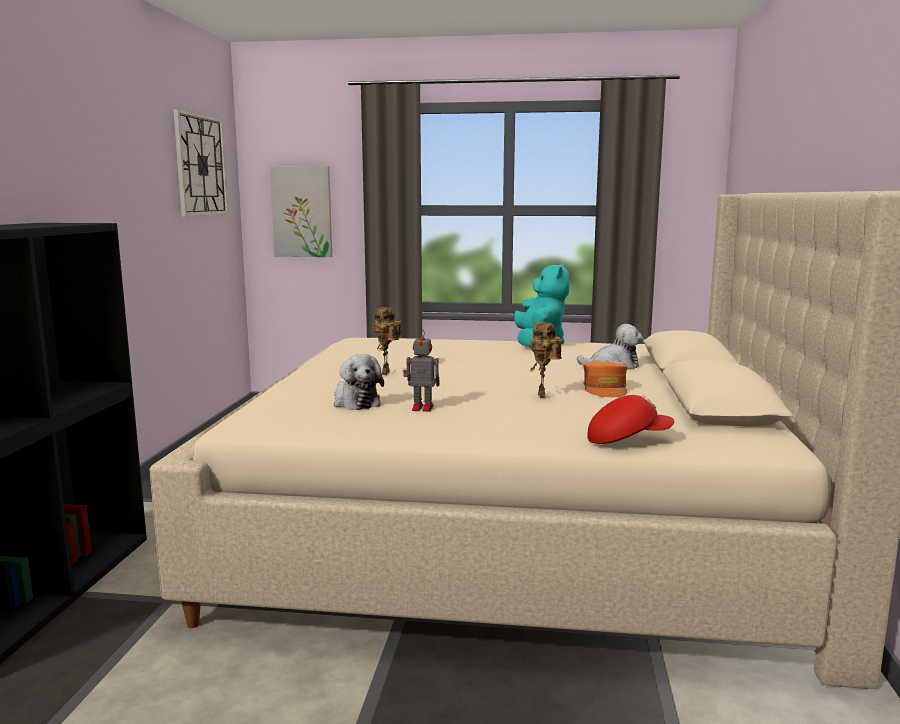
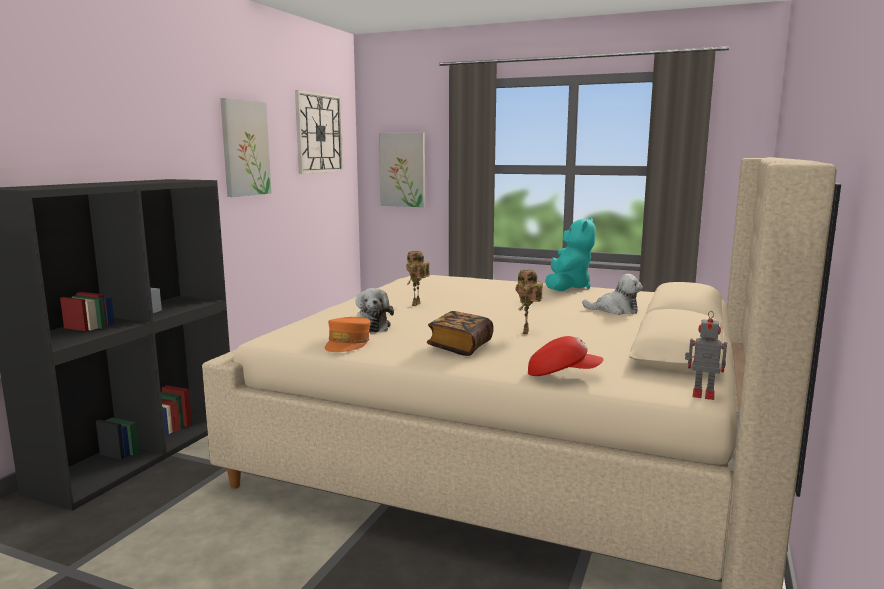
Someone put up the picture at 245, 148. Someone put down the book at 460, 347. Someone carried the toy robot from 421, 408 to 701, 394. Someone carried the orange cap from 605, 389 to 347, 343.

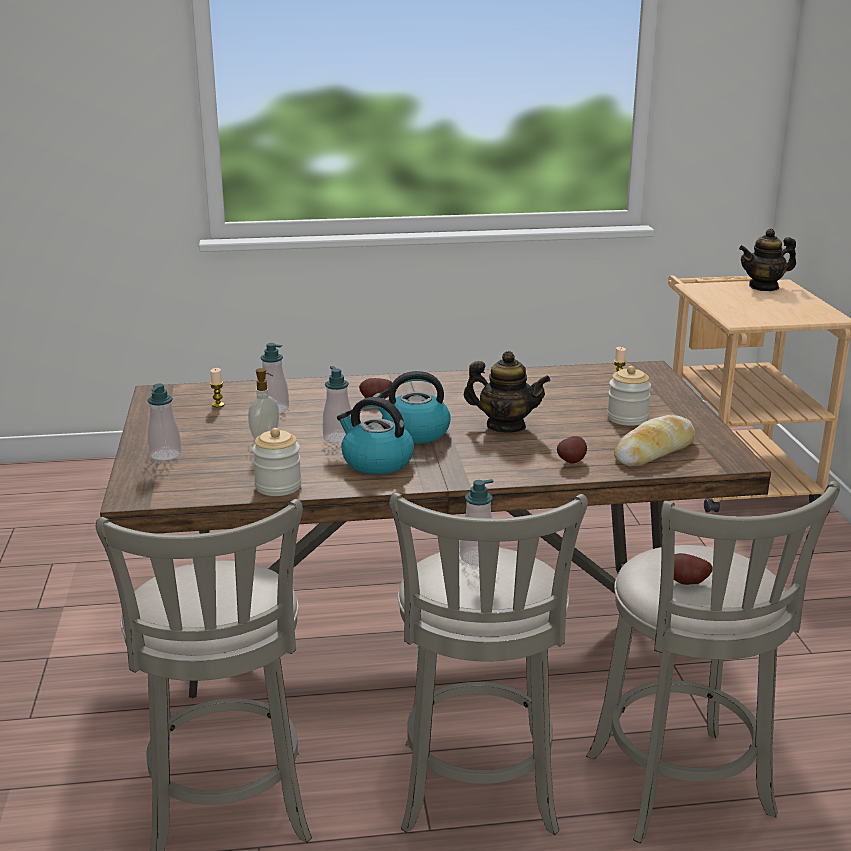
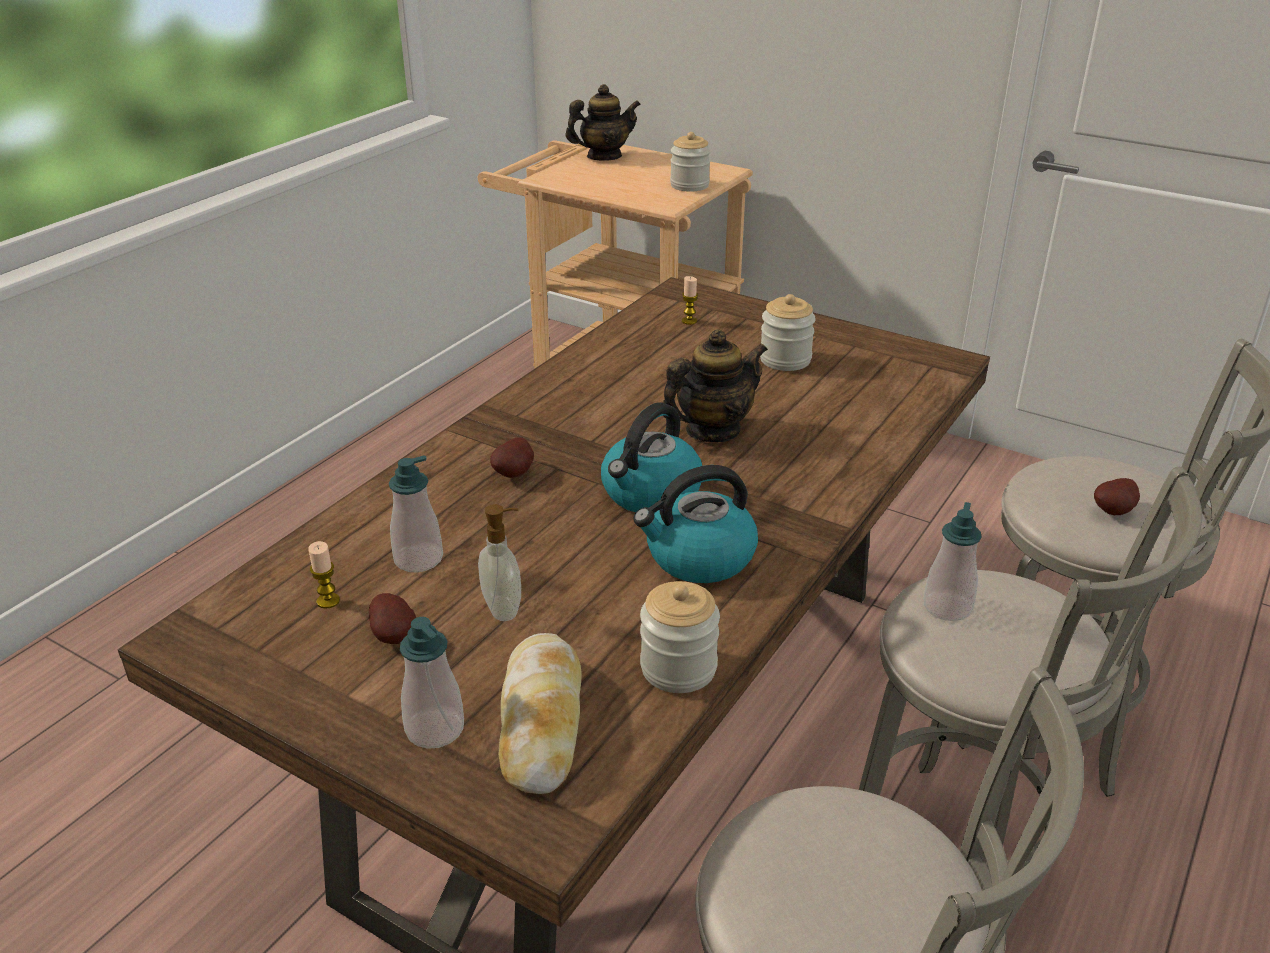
Someone took away the soap dispenser at 338, 437. Someone put down the jar at 689, 185. Someone carried the potato from 573, 462 to 395, 636. Someone carried the bread from 654, 451 to 541, 722. Someone rotated the teapot at 764, 287 by 135 degrees counterclockwise.

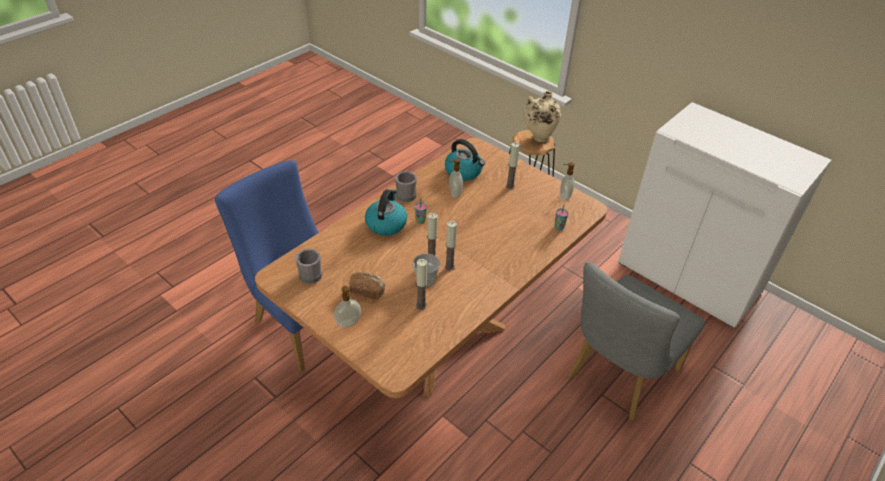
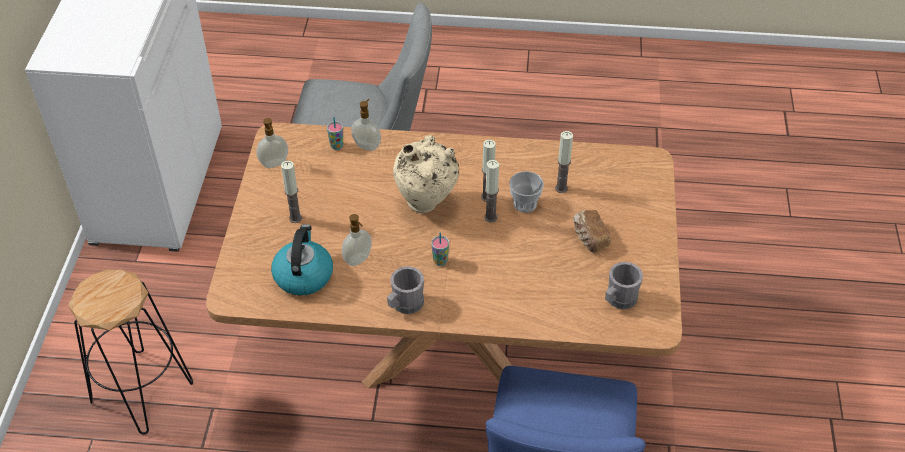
Someone took away the kettle at 386, 223. Someone carried the soap dispenser from 349, 323 to 367, 145. Someone carried the beige vase from 538, 138 to 426, 205.

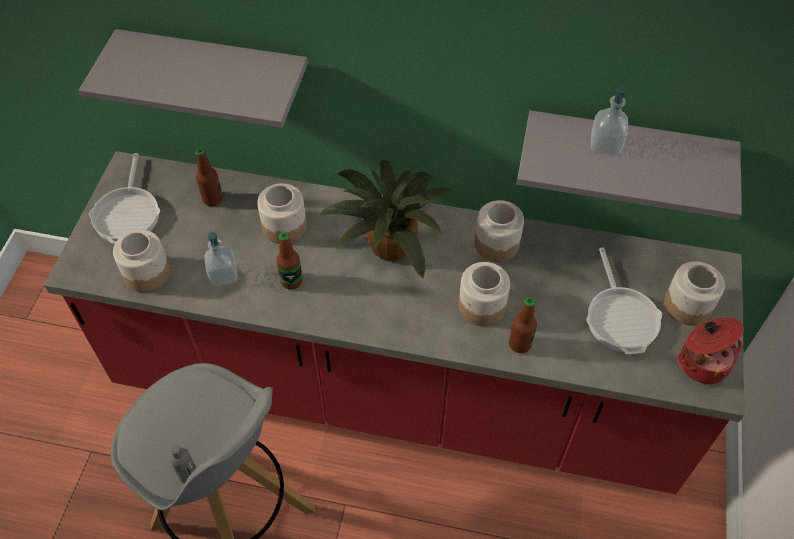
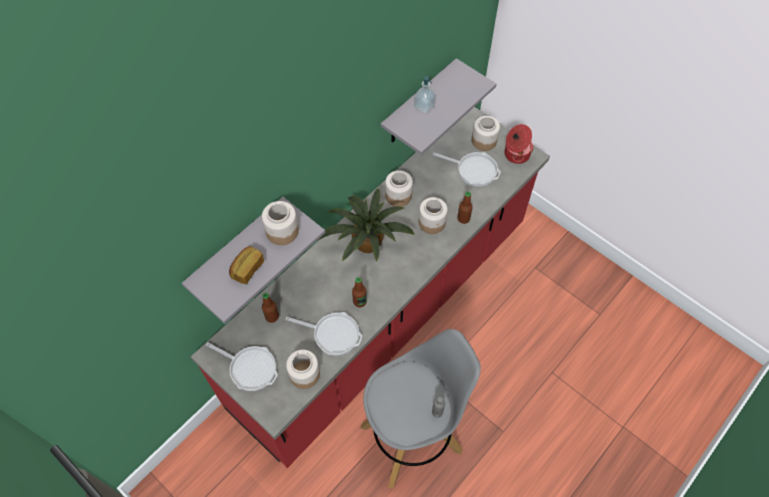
Someone put down the bread at 247, 269. Someone carried the jar from 284, 226 to 282, 231. Someone swapped the soap dispenser at 223, 275 for the frying pan at 333, 334.

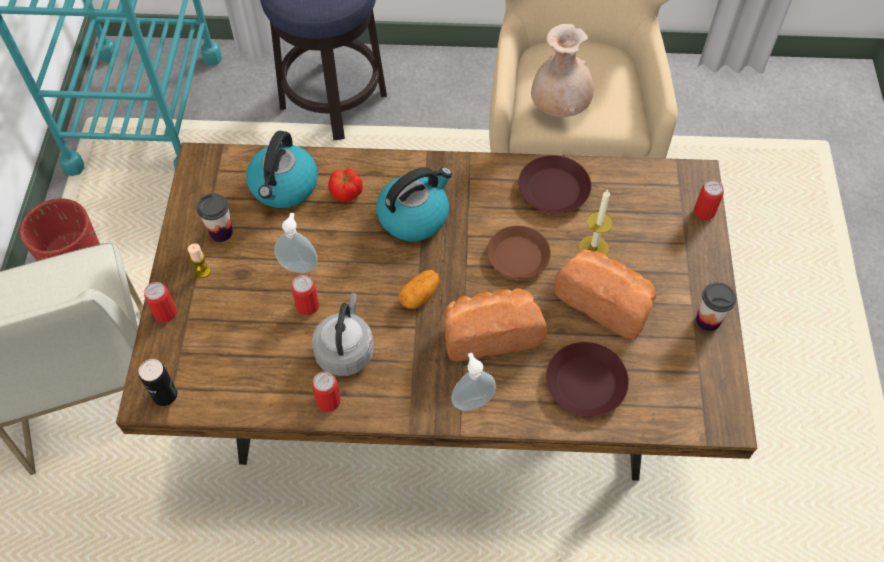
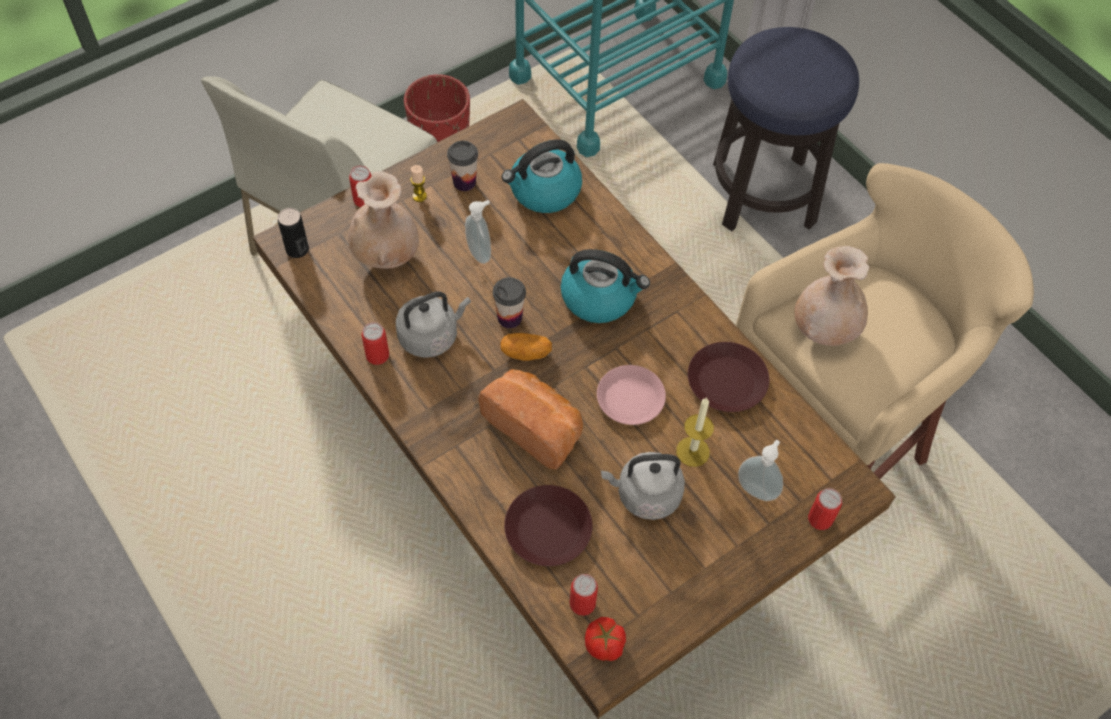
Someone put down the beige vase at 386, 255. Someone carried the can from 307, 306 to 582, 603. Someone carried the tomato from 346, 193 to 604, 645. Someone carried the soap dispenser from 472, 401 to 757, 489. Someone carried the cup from 708, 320 to 509, 318. Someone swapped the bread at 605, 301 for the grey kettle at 645, 495. Someone repainted the brown plate at 517, 256, which became the pink plate at 630, 398.

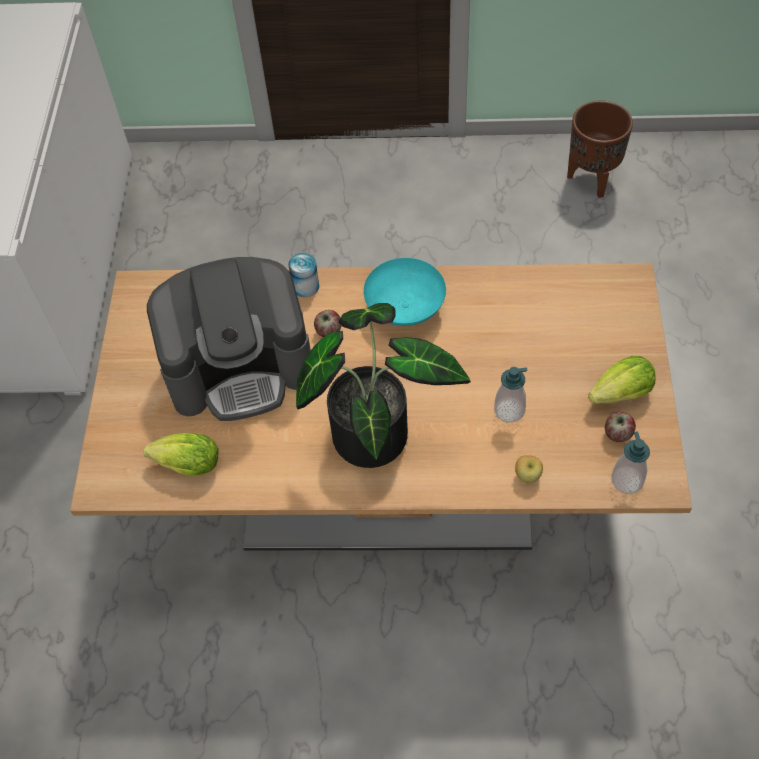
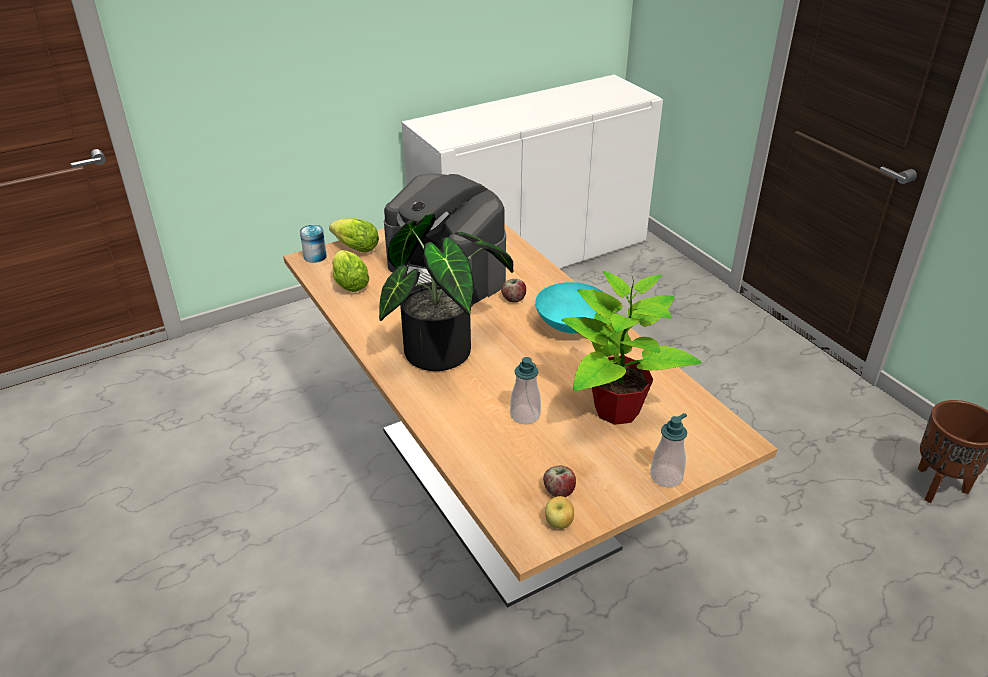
Someone put down the potted plant at 615, 409. Someone carried the can from 305, 286 to 315, 256. Someone carried the apple from 528, 476 to 559, 523. Someone carried the lettuce from 617, 395 to 353, 247. Someone carried the soap dispenser from 627, 480 to 666, 476.

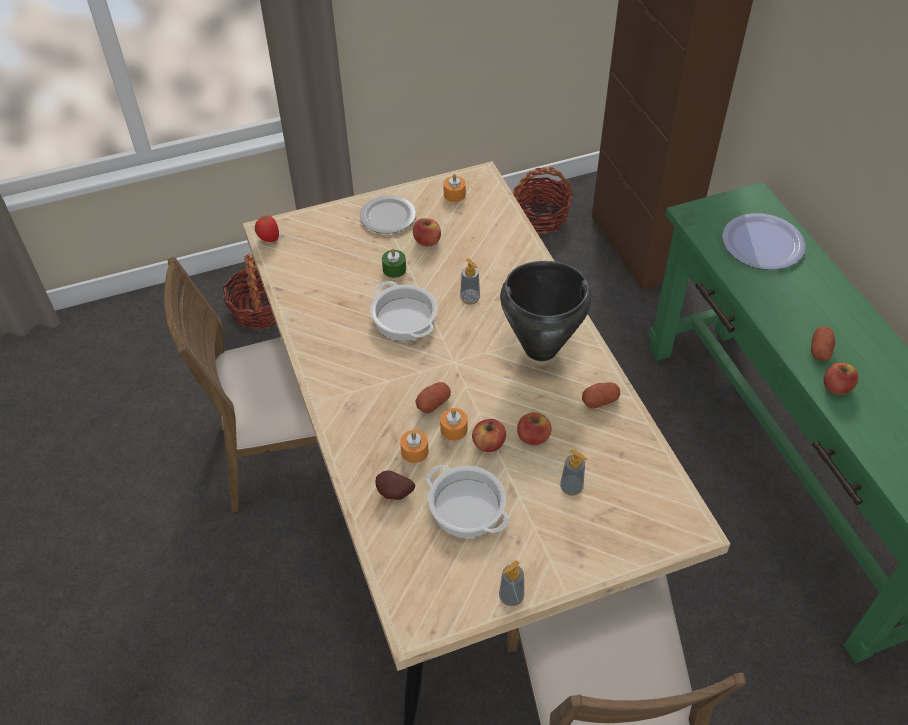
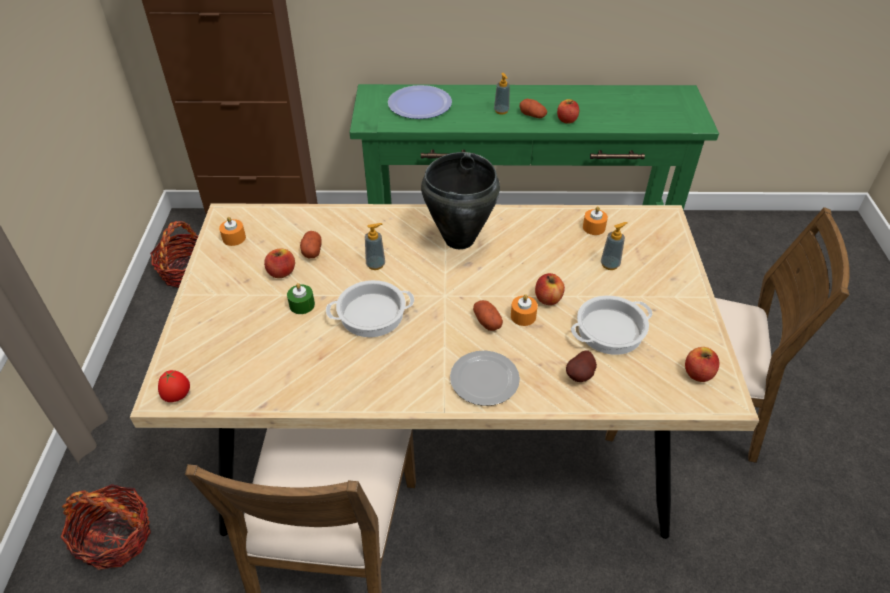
Someone carried the plate from 389, 216 to 484, 379. Someone carried the orange candle from 414, 451 to 594, 227. Someone carried the soap dispenser from 511, 597 to 501, 111. Someone carried the apple from 533, 437 to 698, 373. Someone carried the potato from 600, 400 to 312, 251.

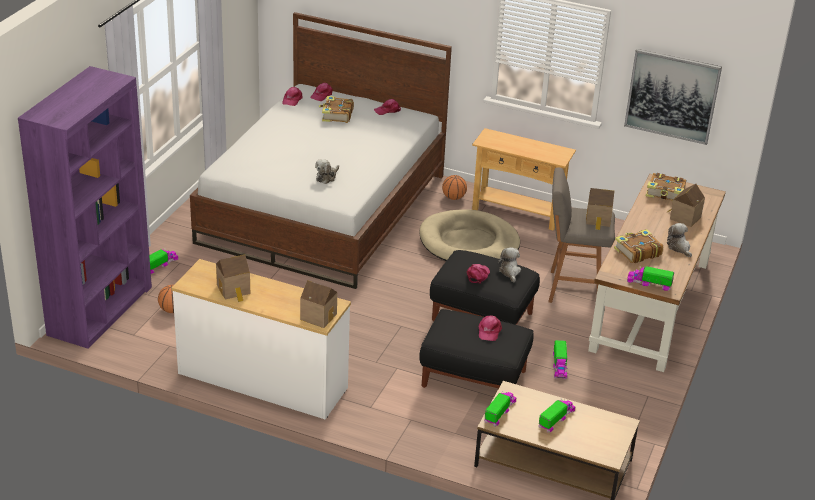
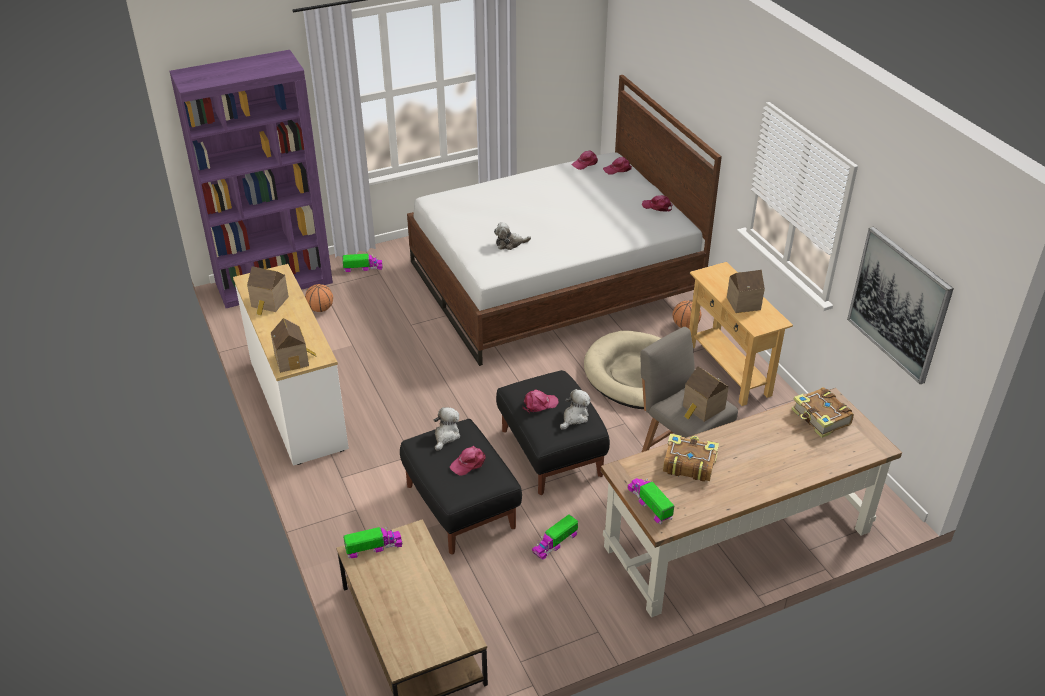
Someone took away the book at 336, 115. Someone took away the toy truck at 556, 419. Someone carried the toy house from 683, 217 to 742, 302. Someone carried the plush toy from 679, 247 to 446, 436.

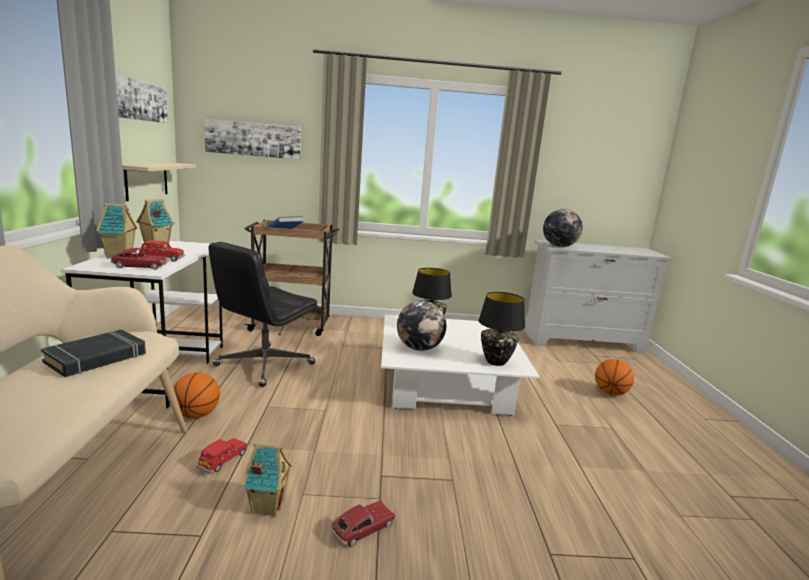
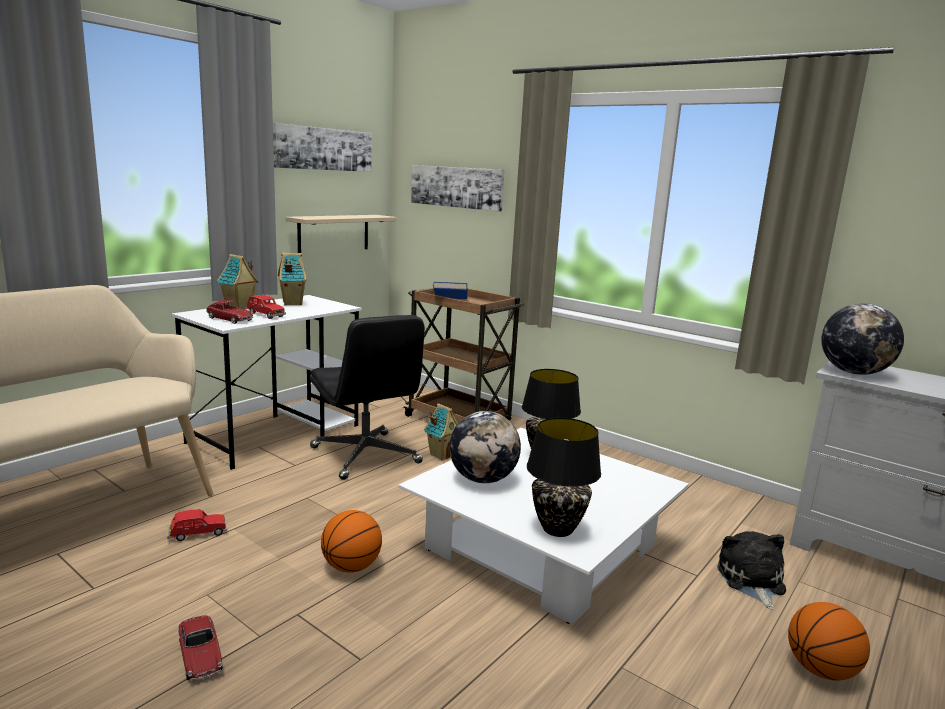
Someone took away the black book at 96, 358. Someone put down the plush toy at 751, 581. Someone carried the basketball from 196, 415 to 351, 567. Someone carried the toy house from 267, 506 to 442, 455. Someone rotated the black office chair at 264, 365 by 105 degrees counterclockwise. Someone rotated the toy car at 363, 529 by 60 degrees clockwise.

